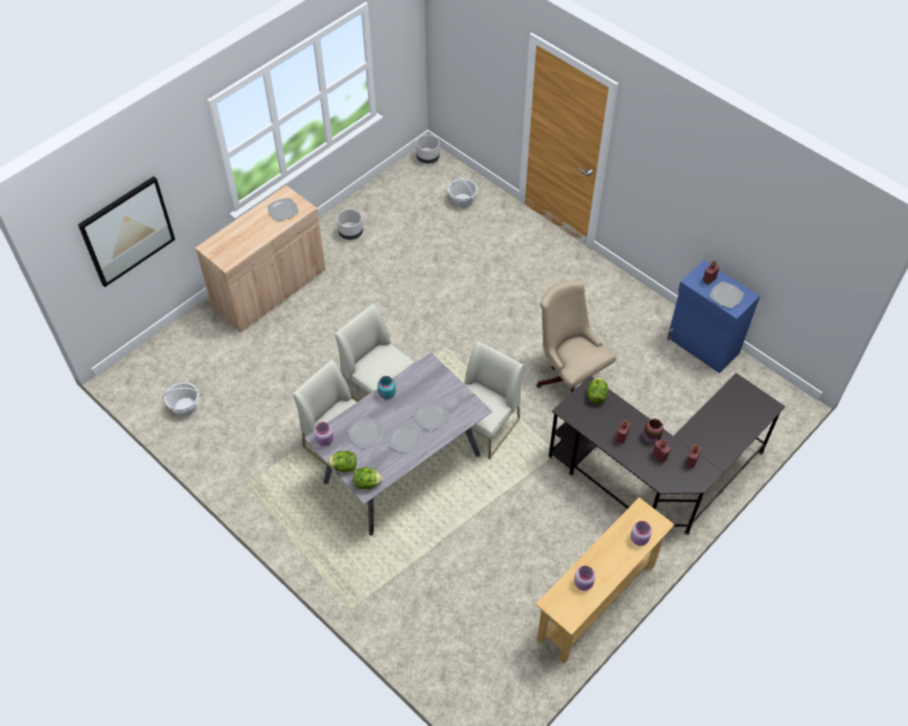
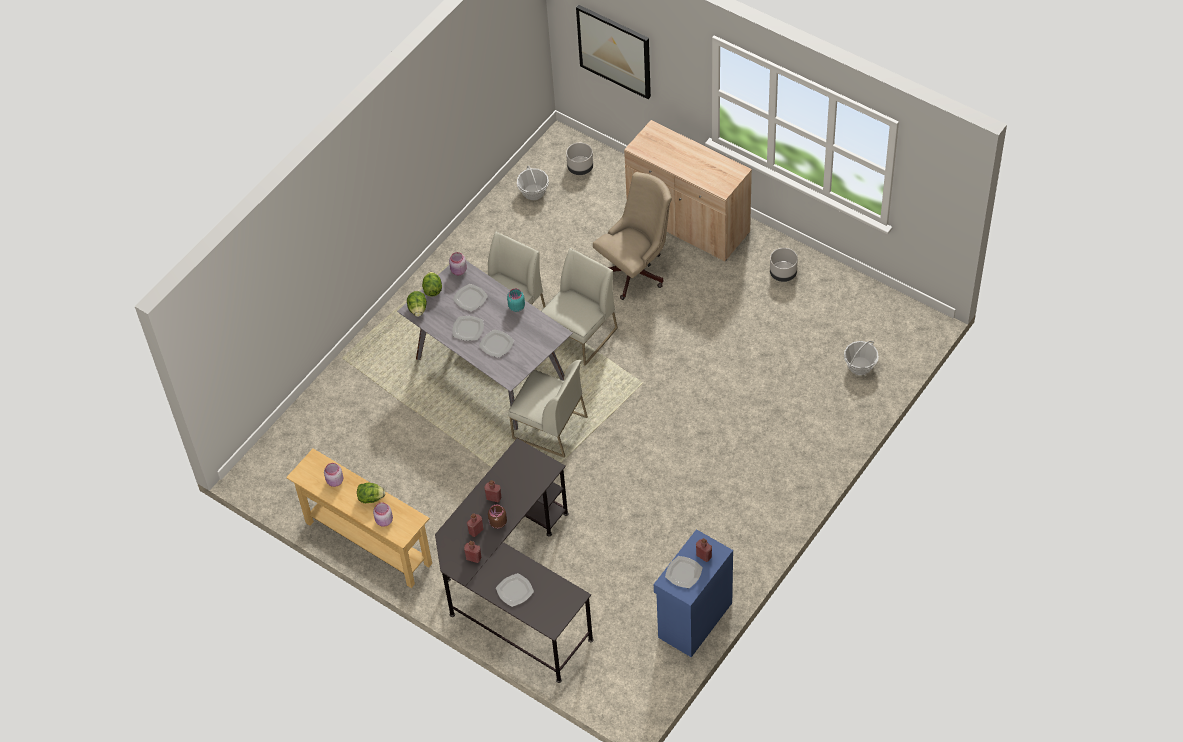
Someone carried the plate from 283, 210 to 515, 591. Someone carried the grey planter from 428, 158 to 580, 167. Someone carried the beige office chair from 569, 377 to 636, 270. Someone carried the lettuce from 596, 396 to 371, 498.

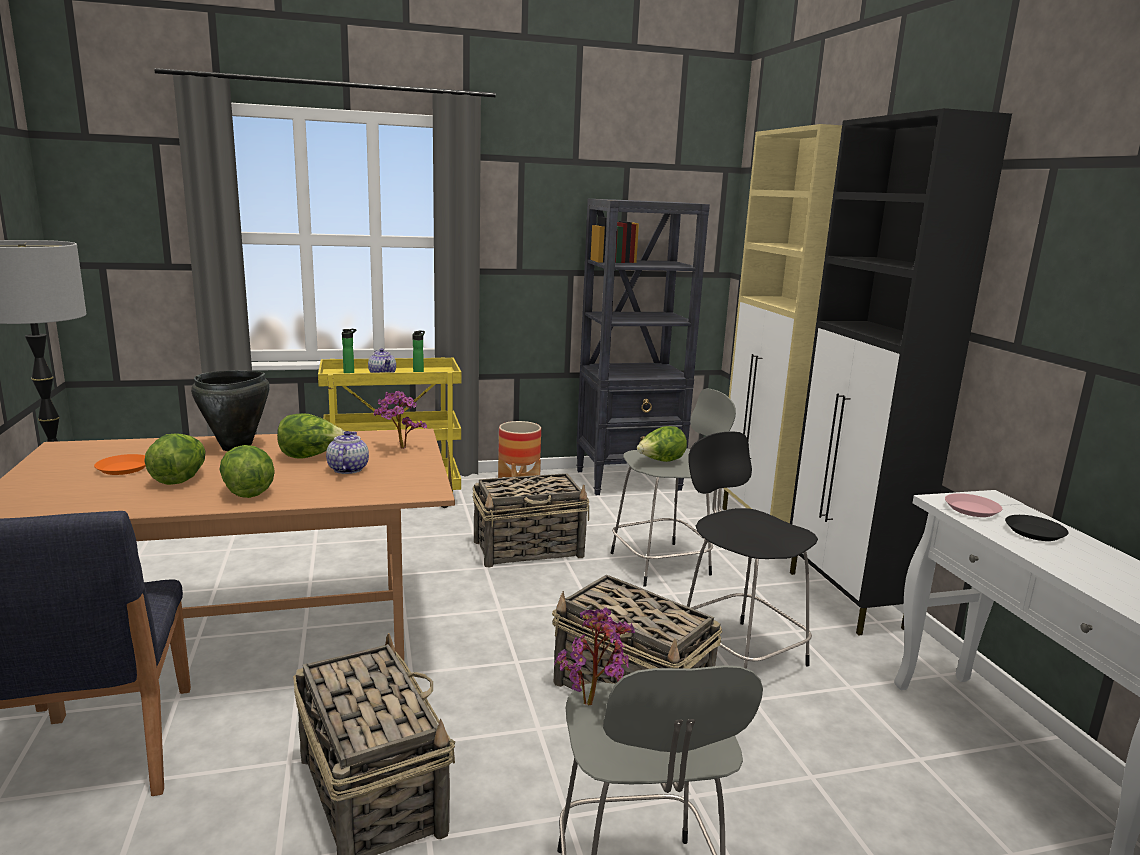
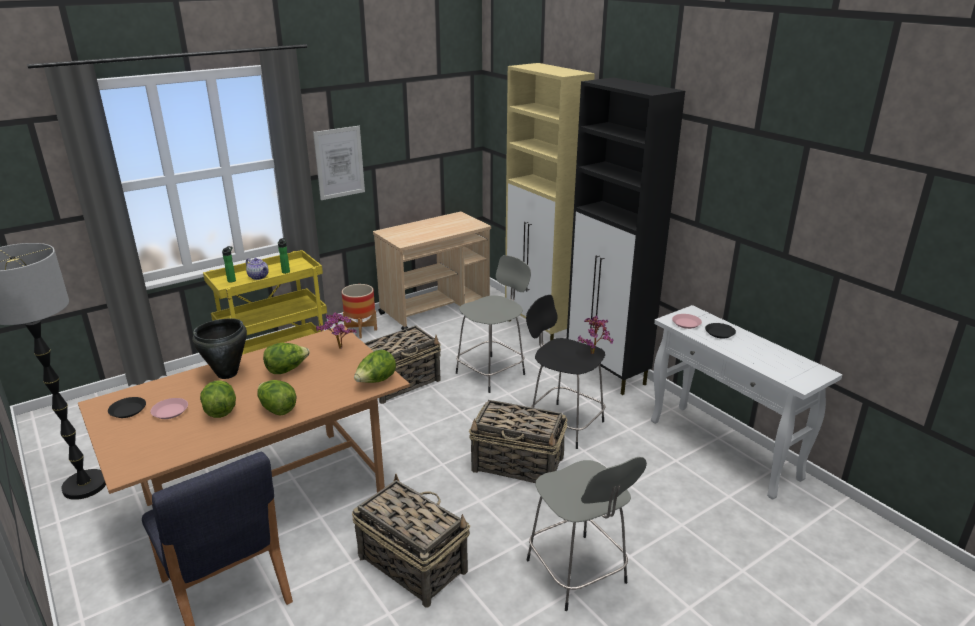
Someone took away the teapot at 347, 469. Someone put down the black plate at 128, 410. Someone put up the picture at 339, 162. Someone carried the potted plant from 595, 703 to 594, 353. Someone carried the lettuce from 661, 461 to 376, 381. Someone swapped the black bookcase at 629, 480 for the beige cart at 436, 310. Someone repainted the orange plate at 124, 468, which became the pink plate at 170, 411.

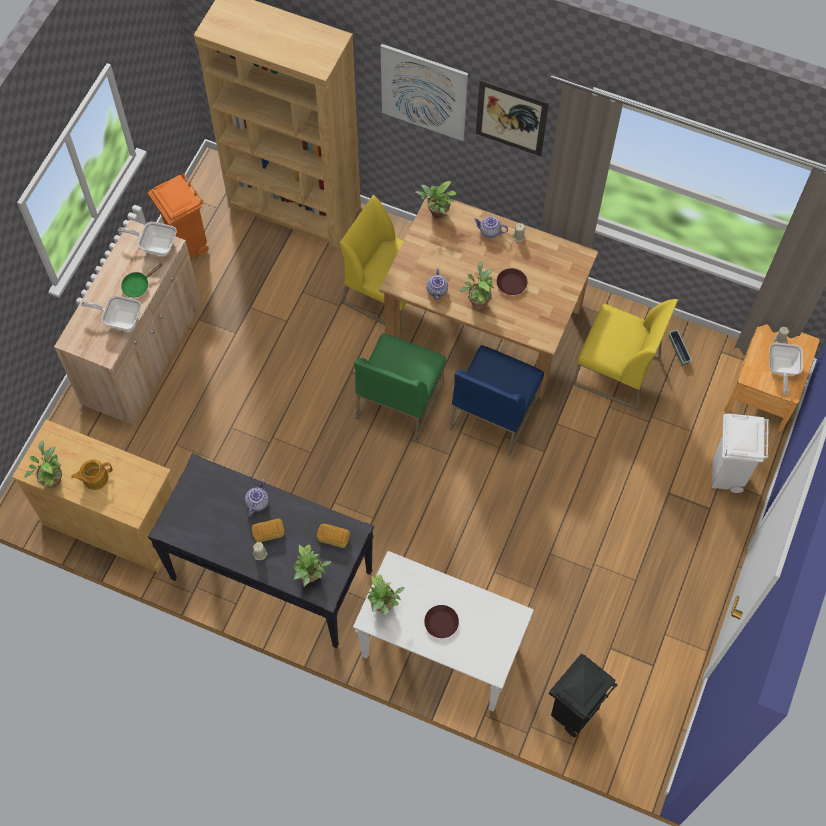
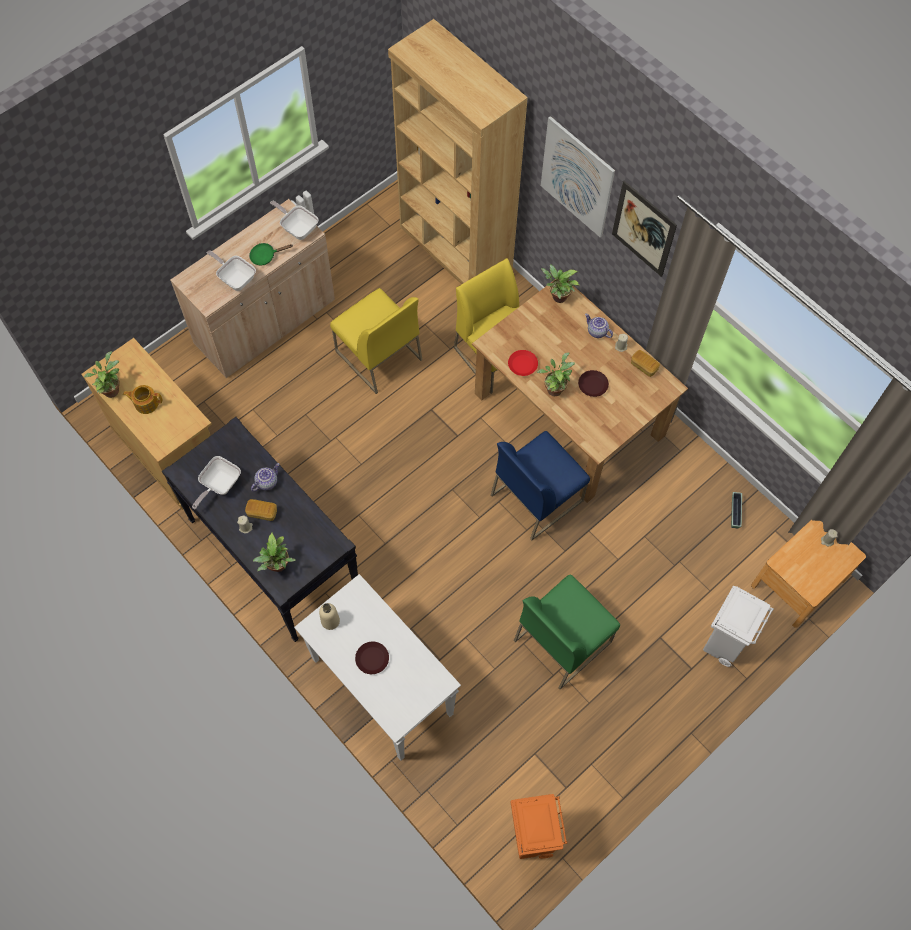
Someone took away the black trash can at 572, 713. Someone carried the orange trash can from 188, 246 to 532, 840. Someone carried the bread from 333, 538 to 644, 366. Someone carried the green chair from 399, 400 to 562, 640. Someone carried the yellow chair from 615, 371 to 378, 355. Someone carried the frying pan from 781, 370 to 219, 485. Someone swapped the potted plant at 384, 606 for the beige bottle at 330, 621. Someone swapped the teapot at 437, 290 for the red plate at 523, 364.

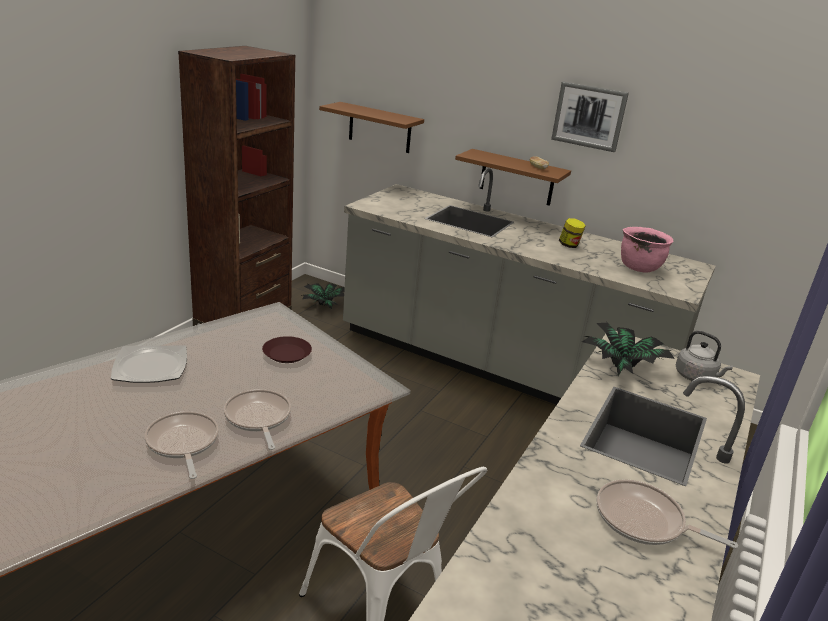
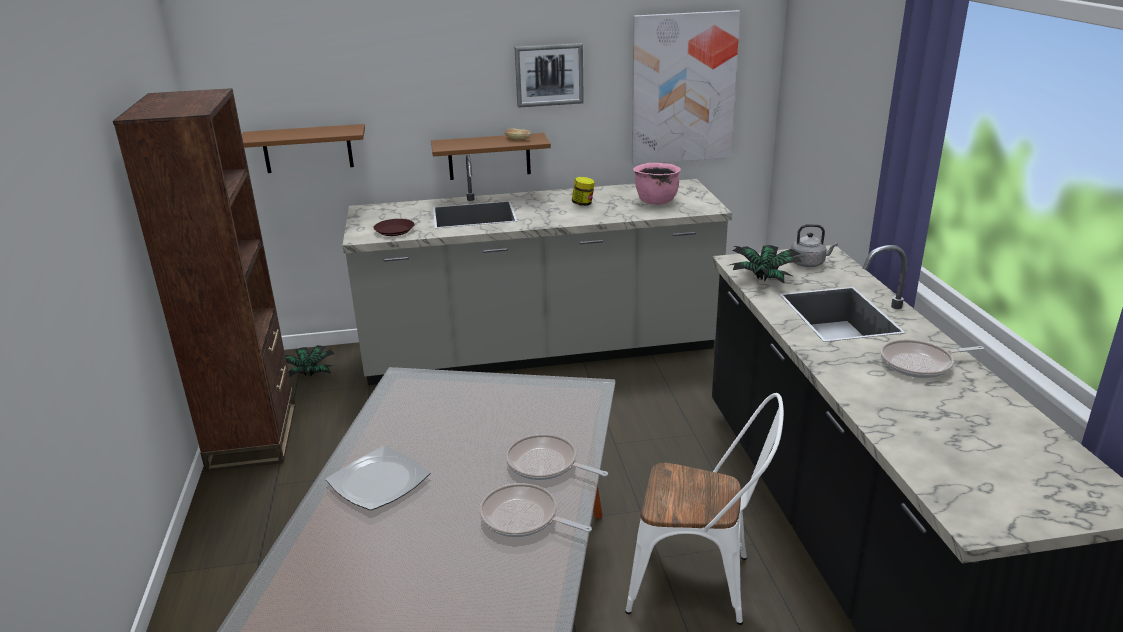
Someone put up the picture at 683, 89. Someone carried the brown plate from 287, 353 to 394, 230.

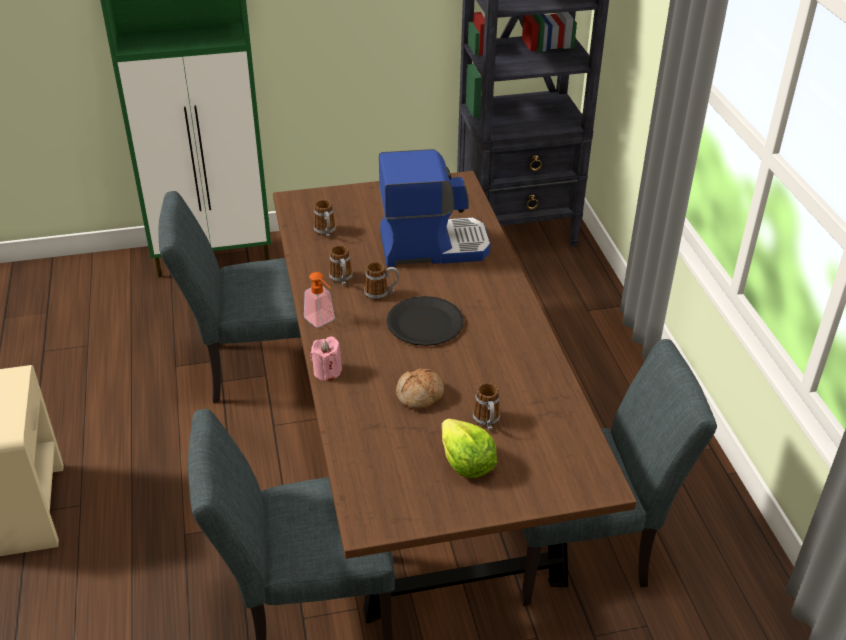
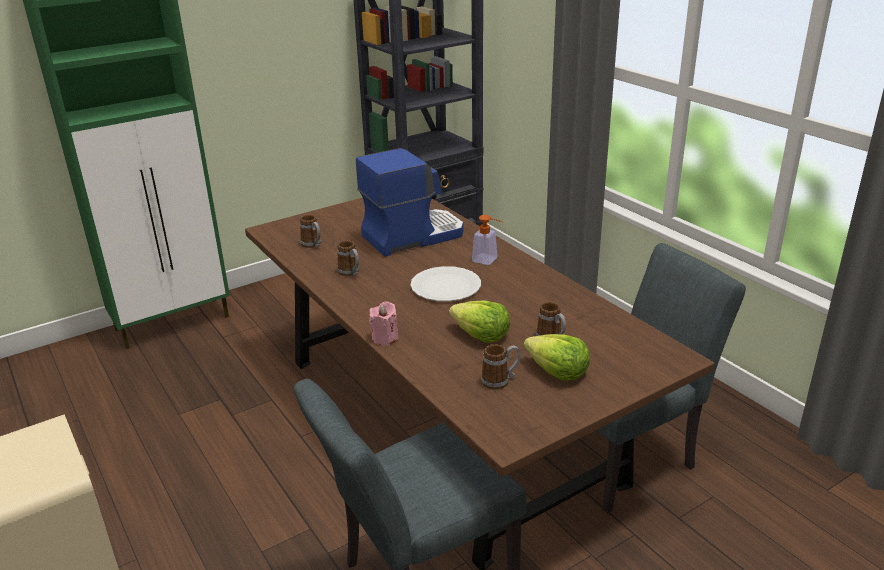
Someone took away the grey chair at 254, 369. Someone carried the soap dispenser from 322, 321 to 489, 261. Someone carried the mug from 381, 294 to 500, 381. Someone swapped the bread at 420, 396 for the lettuce at 481, 335. Someone repainted the black plate at 425, 323, which became the white plate at 445, 286.

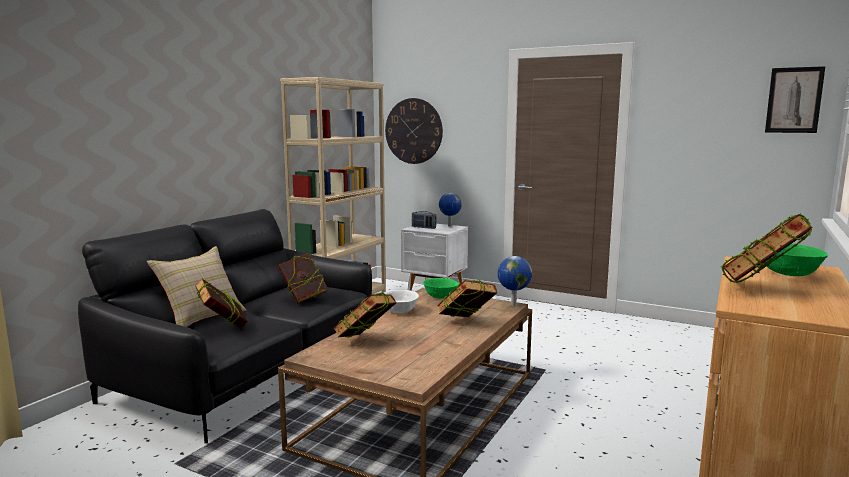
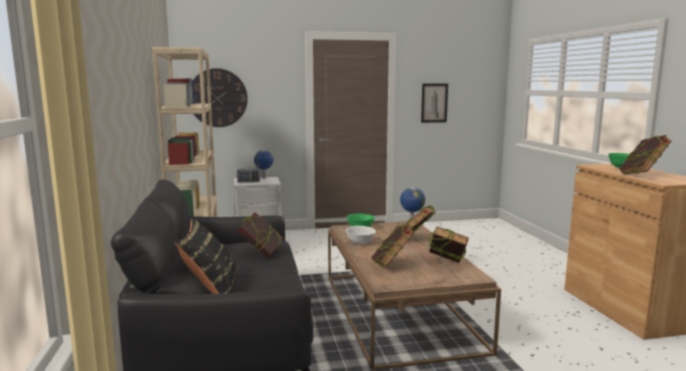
Someone carried the book from 223, 327 to 447, 265. Someone carried the picture from 794, 100 to 434, 103. Someone repainted the beige pillow at 201, 317, which became the black pillow at 211, 289.

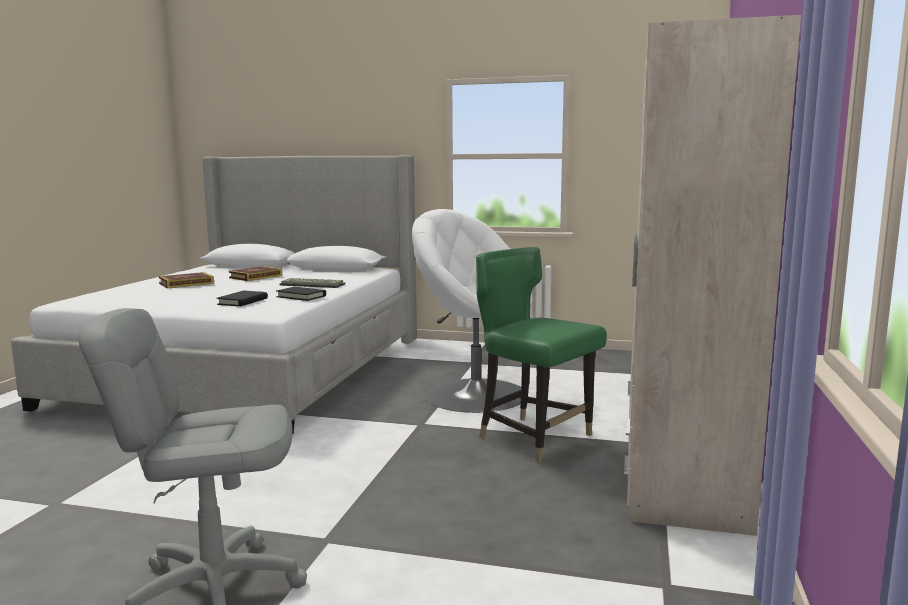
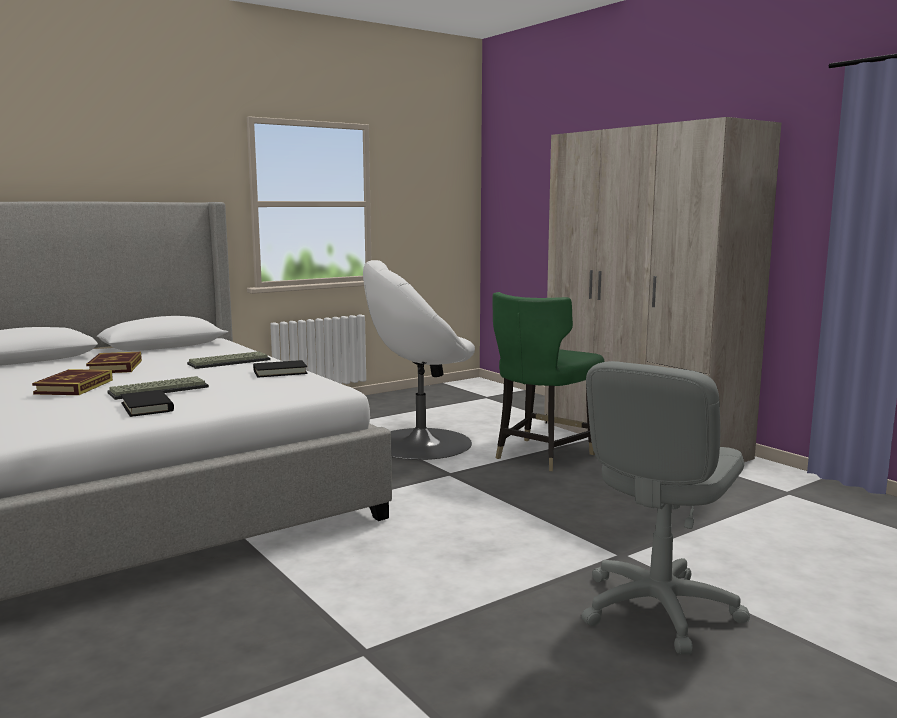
Someone put down the keyboard at 159, 389. Someone carried the black book from 243, 301 to 147, 407. Someone rotated the green chair at 534, 438 by 45 degrees counterclockwise.

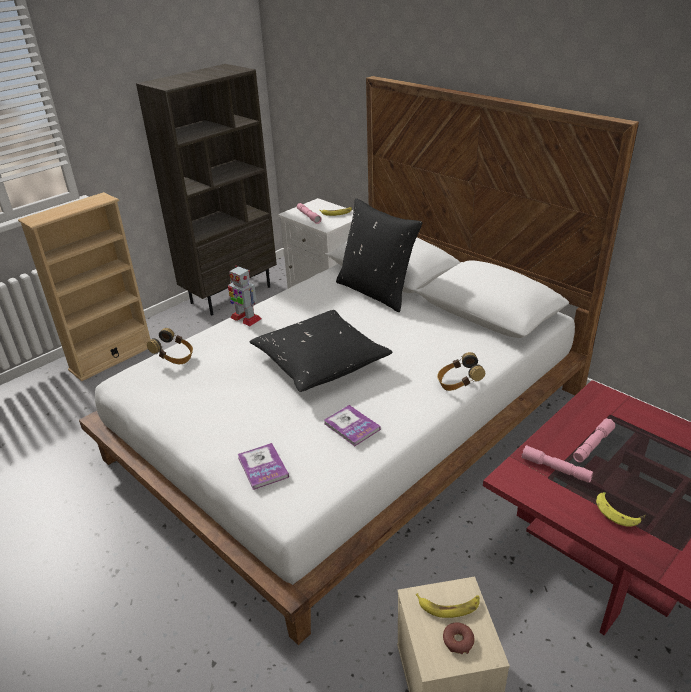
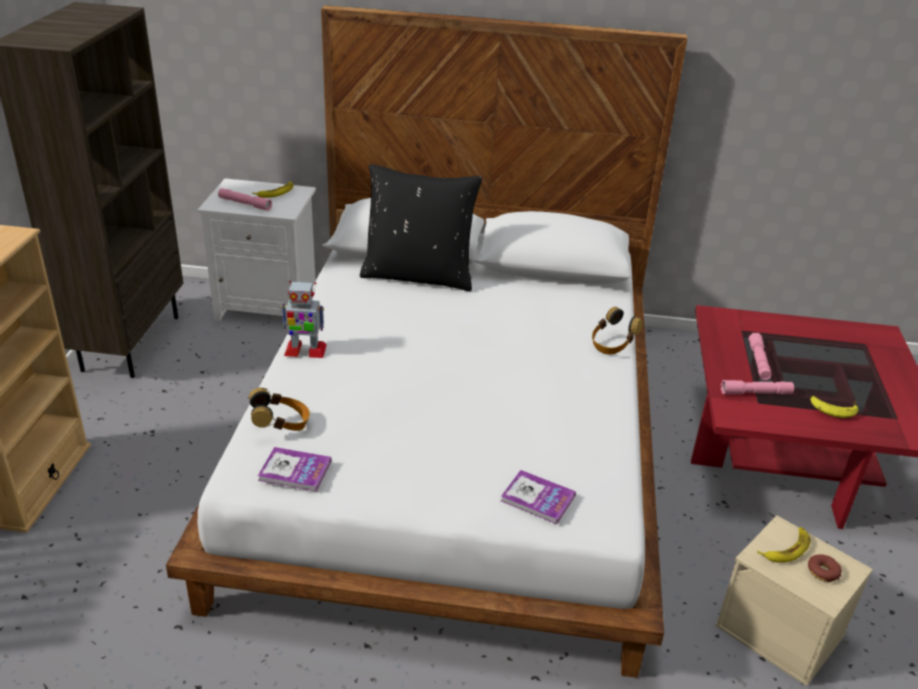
Someone took away the black pillow at 320, 362. Someone carried the book from 351, 426 to 295, 471.

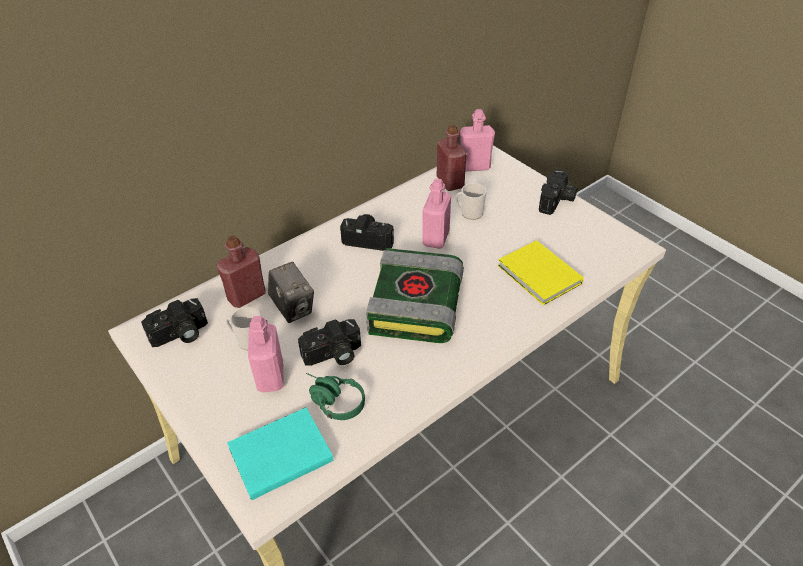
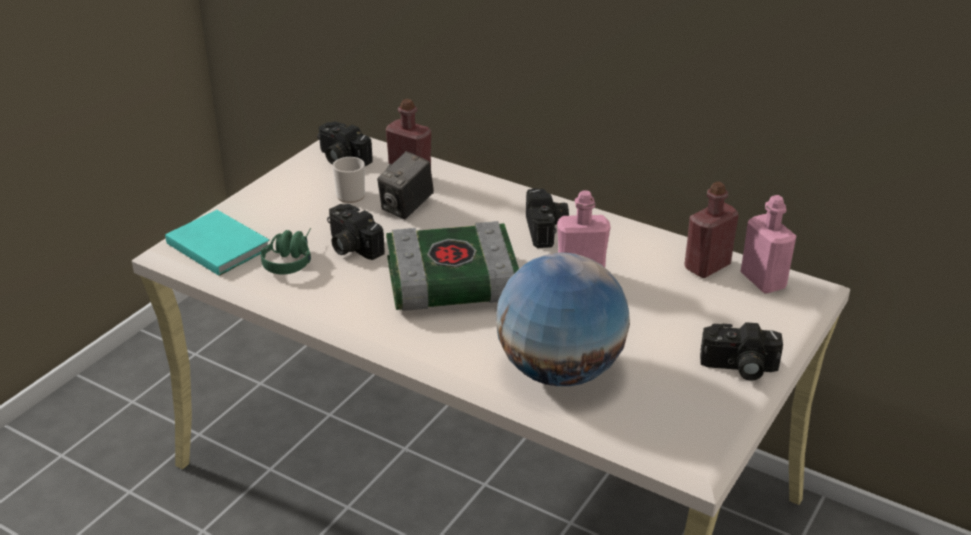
Someone took away the pink bottle at 270, 377. Someone took away the mug at 469, 213. Someone swapped the yellow book at 539, 276 for the globe at 559, 371.

